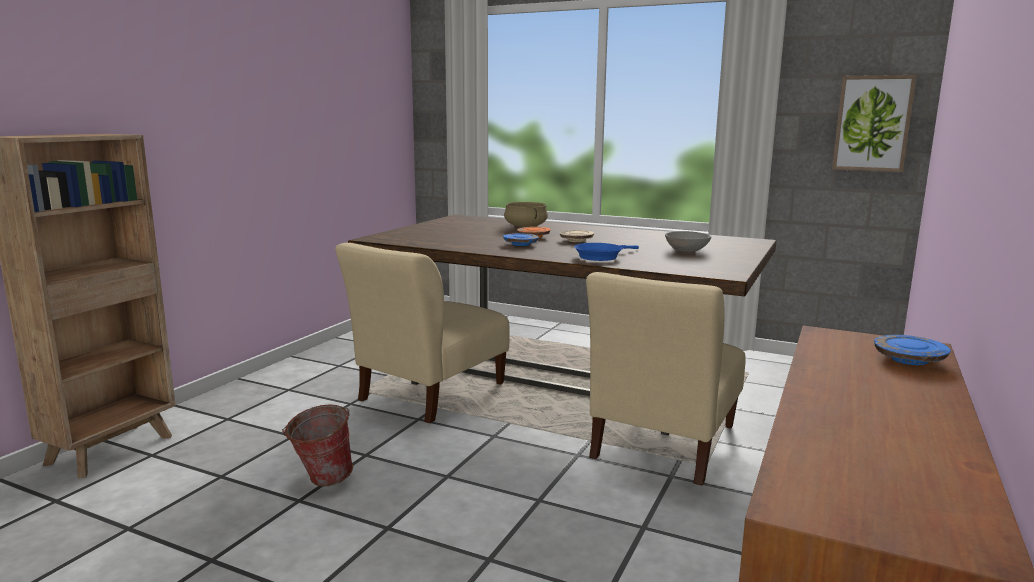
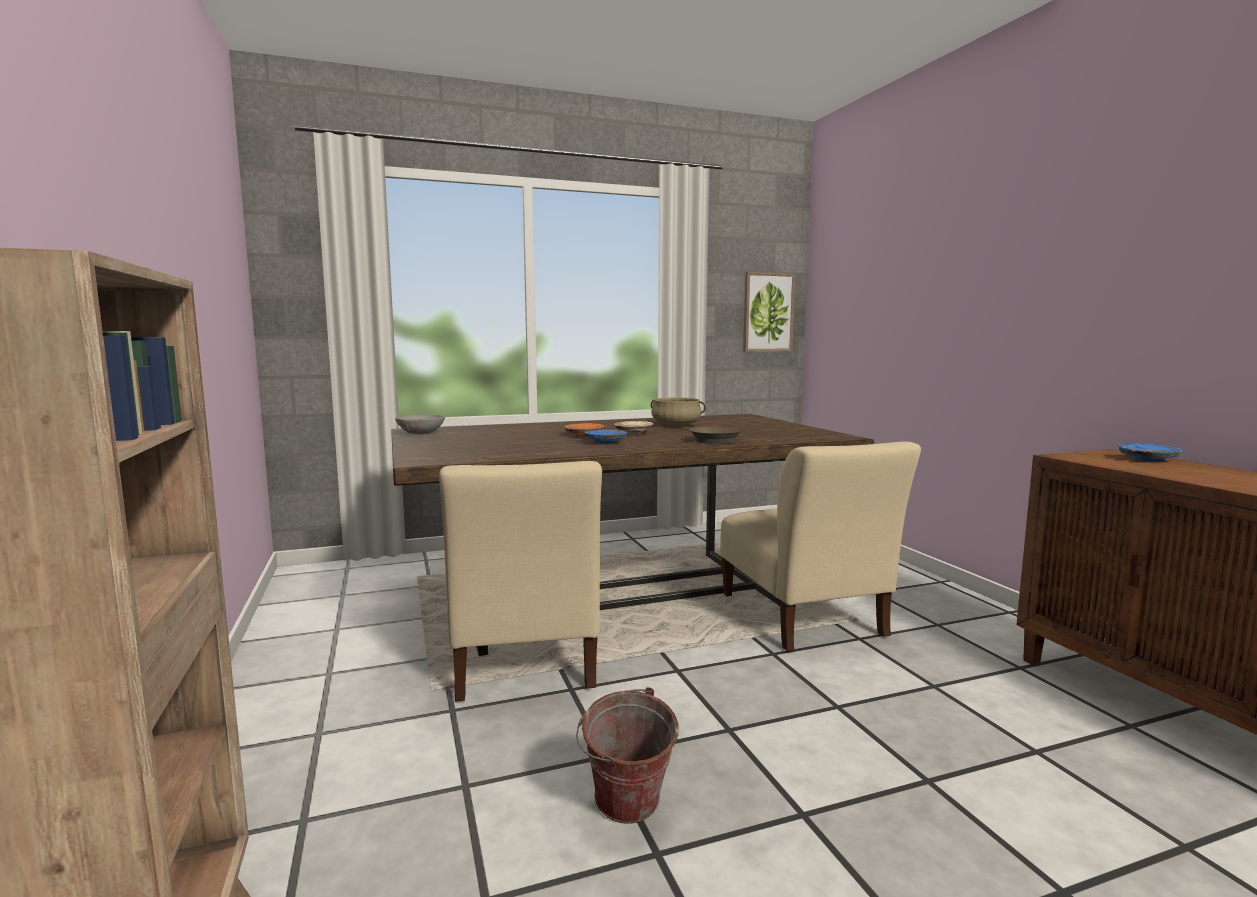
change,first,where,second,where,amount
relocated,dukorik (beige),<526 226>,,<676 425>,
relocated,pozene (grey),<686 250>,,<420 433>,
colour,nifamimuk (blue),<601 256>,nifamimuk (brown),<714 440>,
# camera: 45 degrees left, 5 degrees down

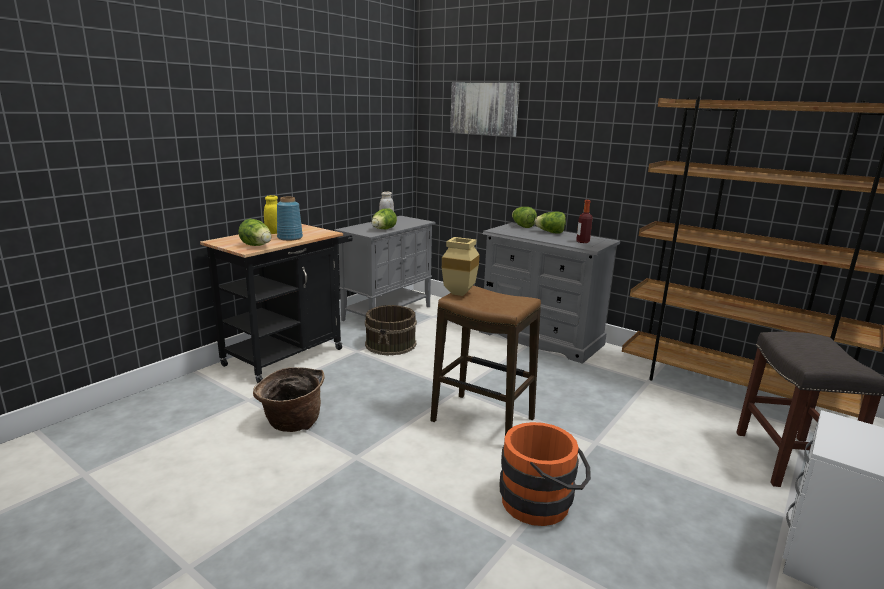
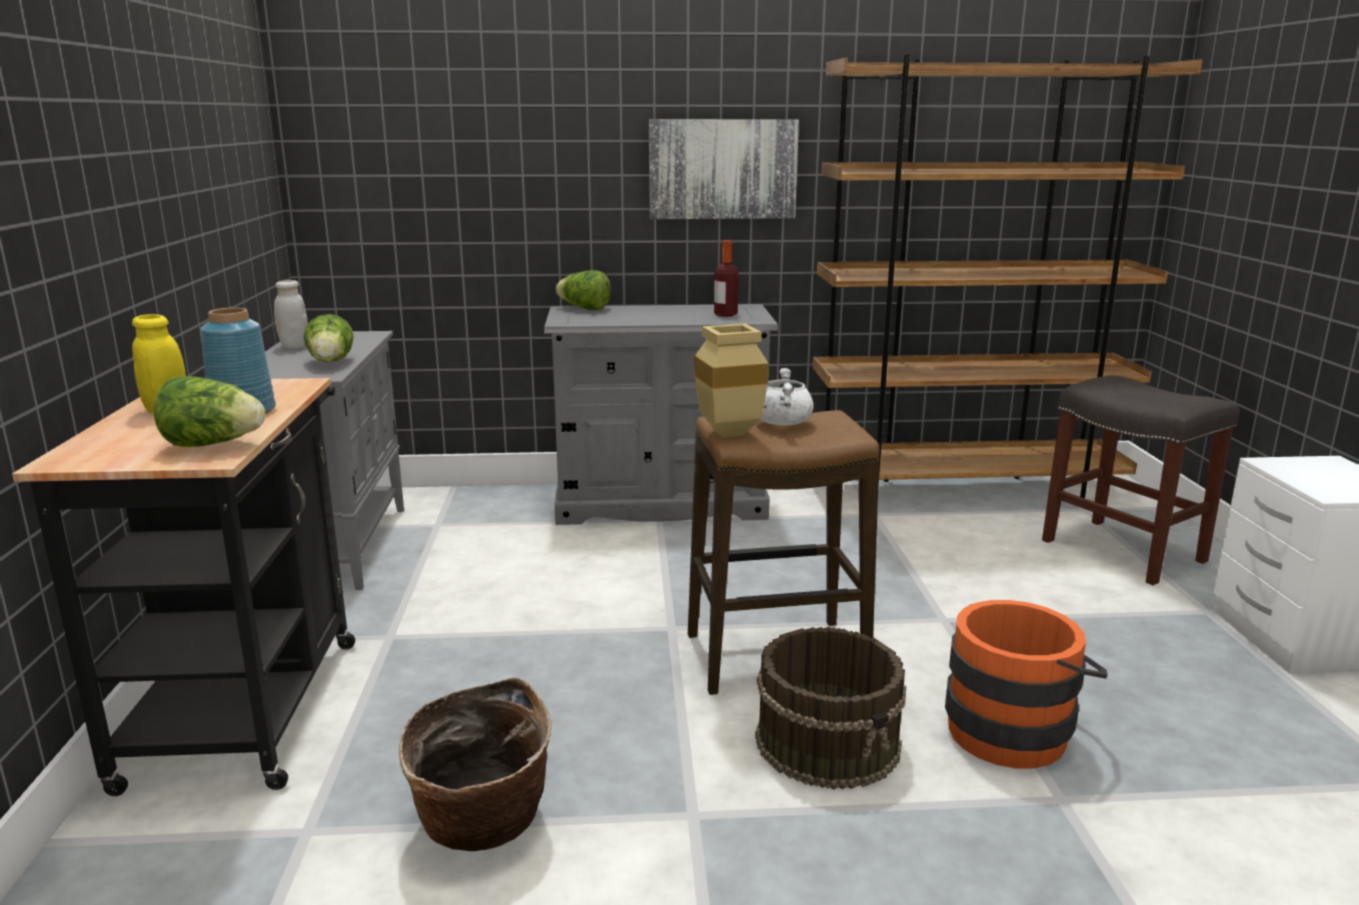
change,first,where,second,where,amount
missing,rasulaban,<550 232>,,,
appeared,,,dukorik (white),<782 422>,
relocated,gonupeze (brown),<391 344>,,<829 742>,
relocated,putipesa,<484 109>,,<722 169>,
# camera: 40 degrees left, 0 degrees up

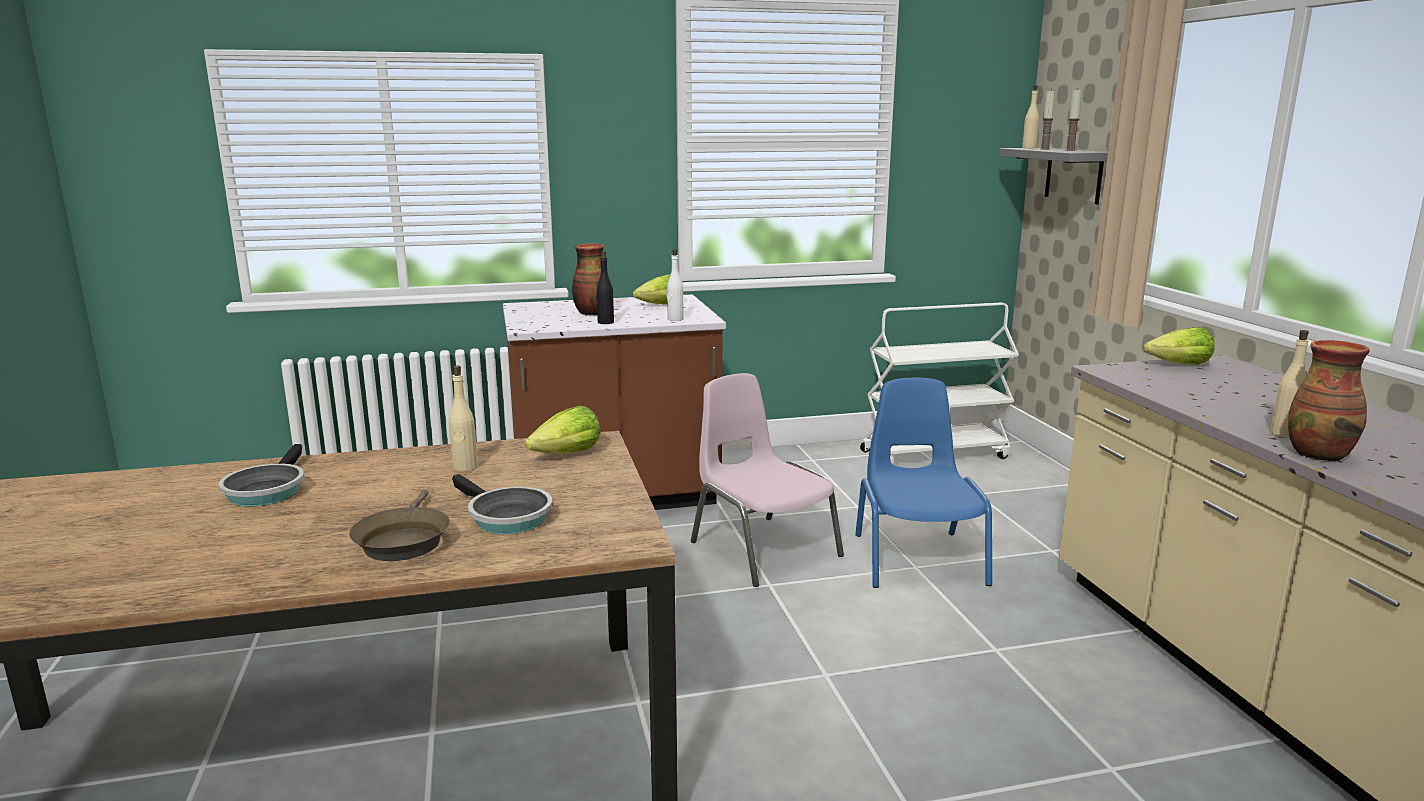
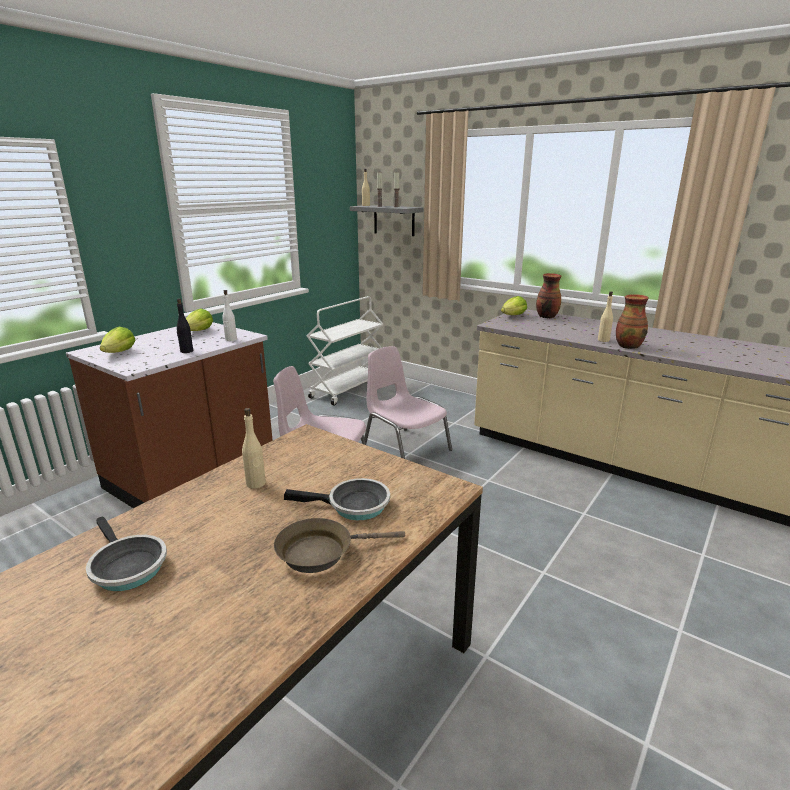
change,first,where,second,where,amount
relocated,rasulaban,<567 454>,,<119 353>,
relocated,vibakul,<591 313>,,<546 316>,
colour,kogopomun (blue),<917 558>,kogopomun (pink),<405 448>,
spun,nifamimuk (brown),<403 541>,,<321 552>,120 degrees clockwise
# camera: 40 degrees left, 5 degrees up

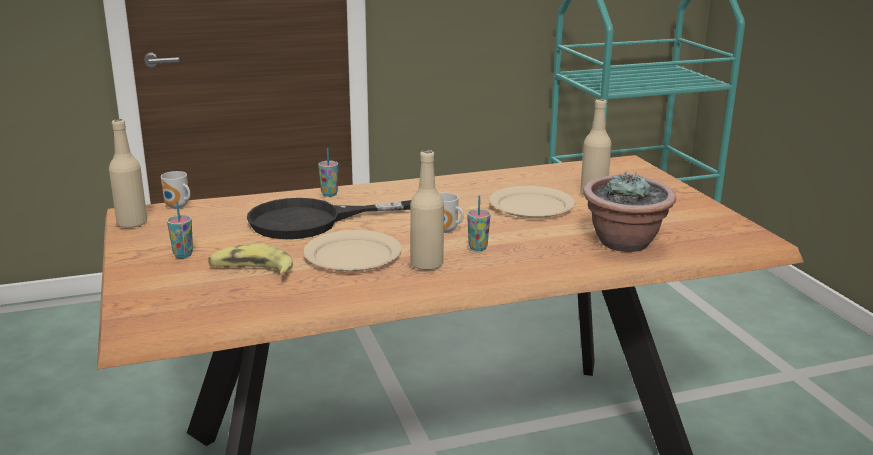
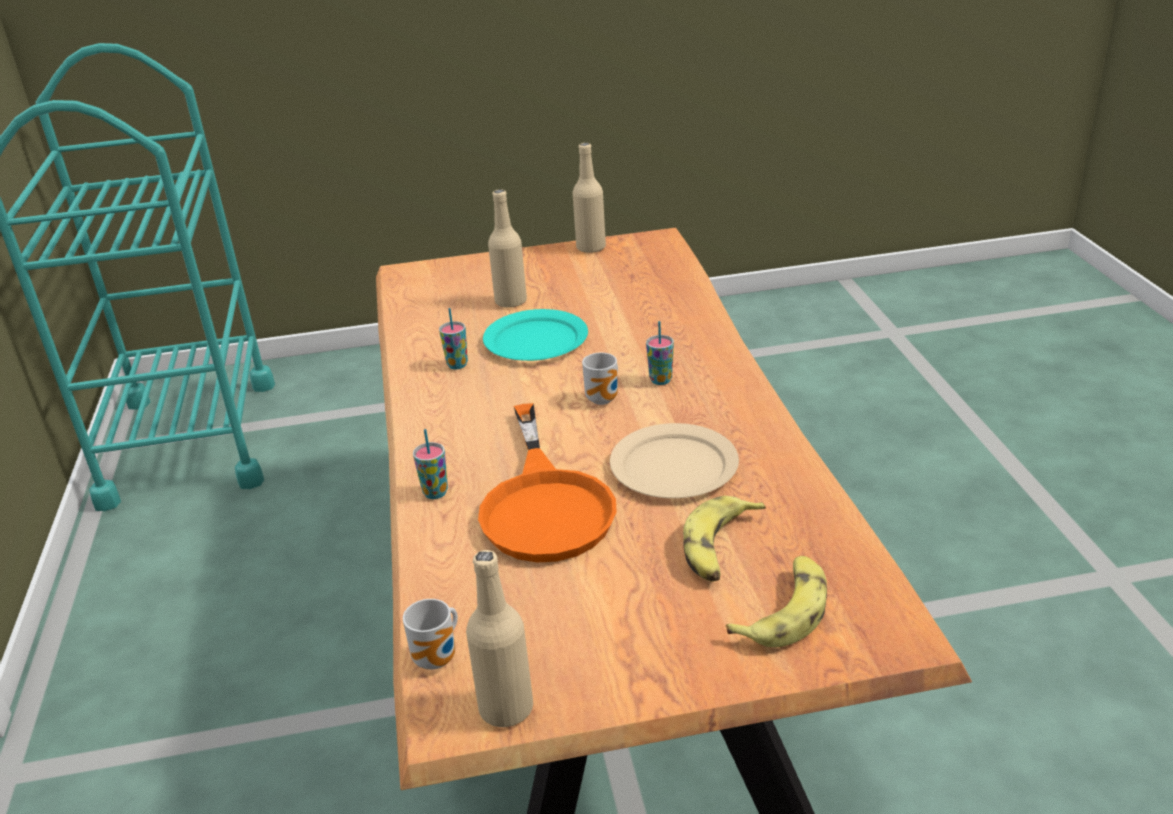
change,first,where,second,where,amount
missing,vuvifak,<625 243>,,,
appeared,,,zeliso,<784 611>,
relocated,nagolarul,<183 255>,,<457 365>,
relocated,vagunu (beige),<427 265>,,<591 248>,
colour,nifamimuk (black),<312 221>,nifamimuk (orange),<545 504>,
colour,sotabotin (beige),<531 206>,sotabotin (turquoise),<535 340>,
# camera: 80 degrees left, 10 degrees up

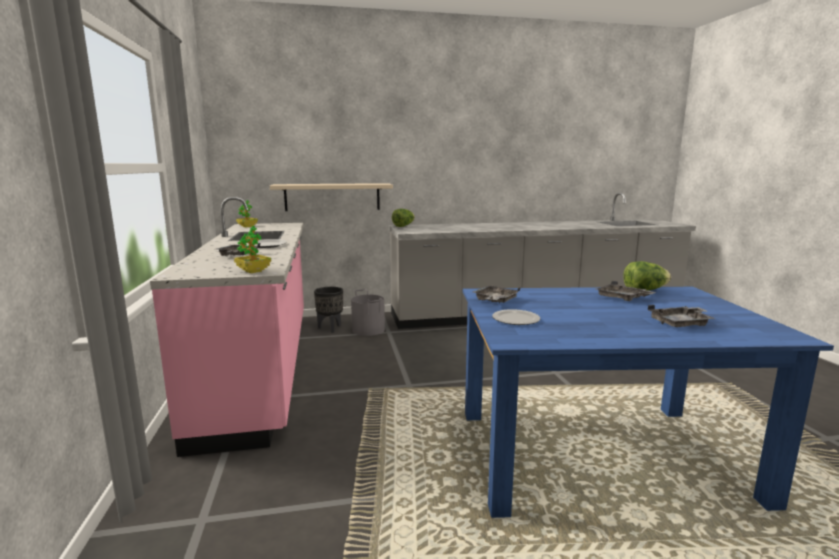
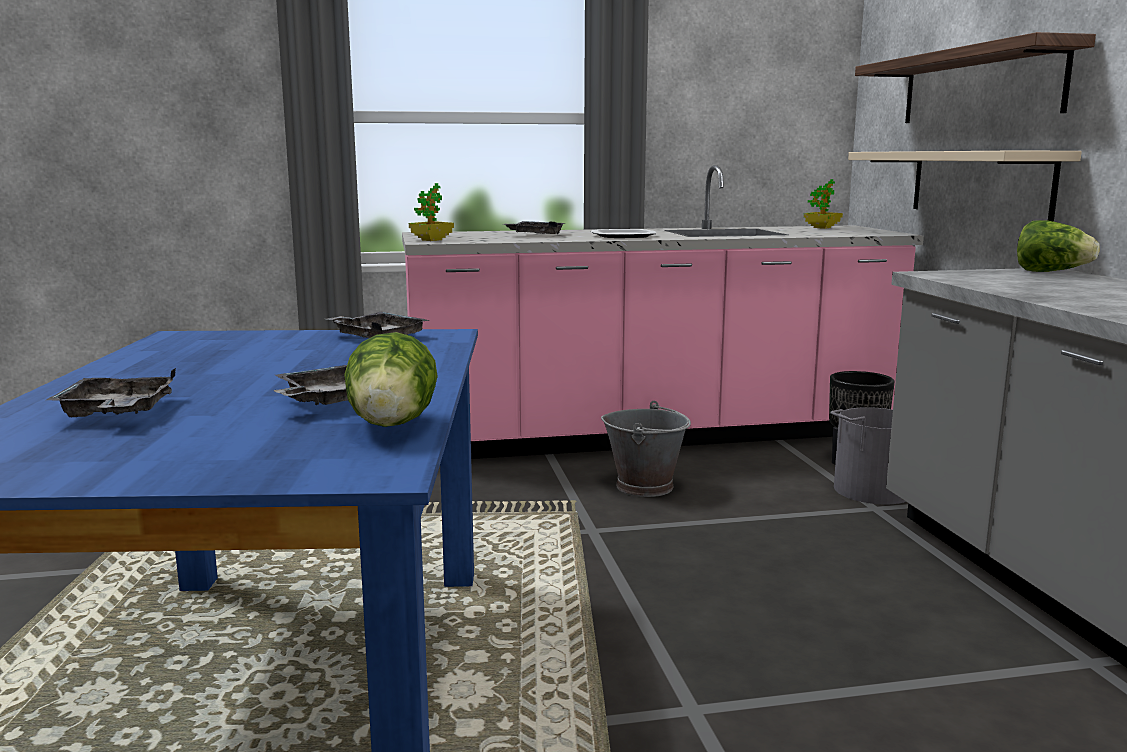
change,first,where,second,where,amount
missing,sotabotin,<516 319>,,,
appeared,,,gonupeze (grey),<645 486>,
appeared,,,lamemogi,<979 86>,
# camera: 90 degrees right, 0 degrees up

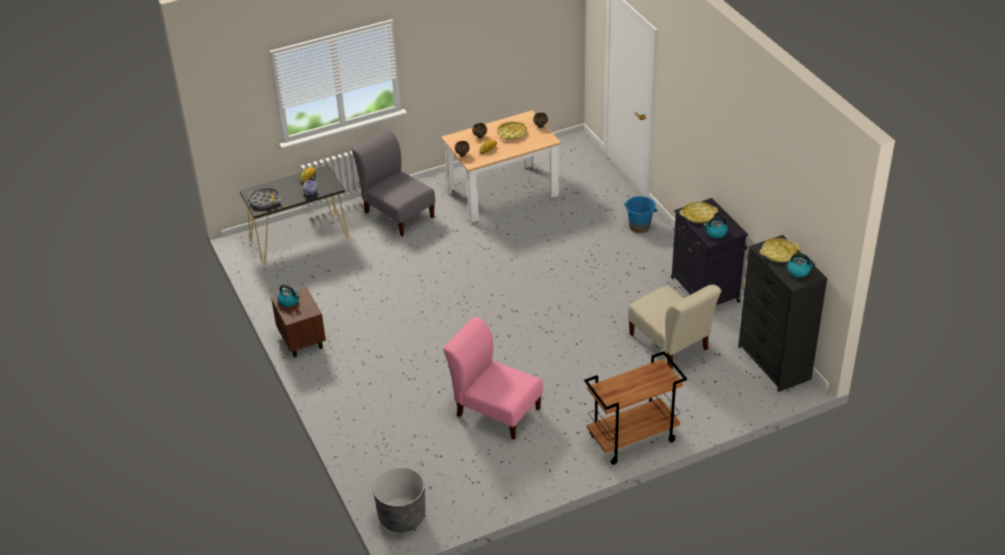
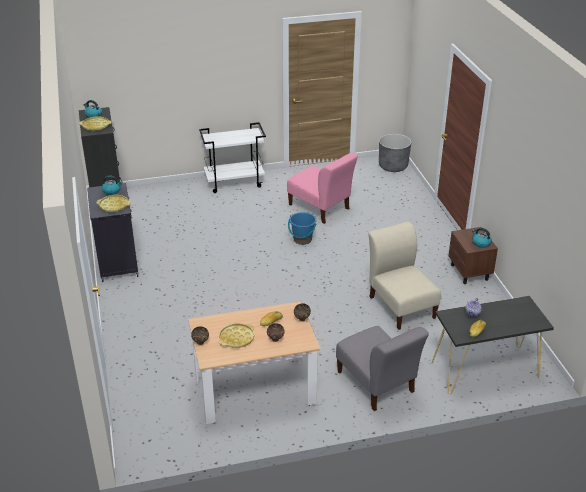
change,first,where,second,where,amount
missing,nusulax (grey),<265 200>,,,
relocated,gonupeze (blue),<639 227>,,<302 240>,
relocated,kogopomun (beige),<670 344>,,<401 305>,
colour,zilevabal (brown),<632 439>,zilevabal (white),<235 182>,
# camera: 170 degrees left, 5 degrees down

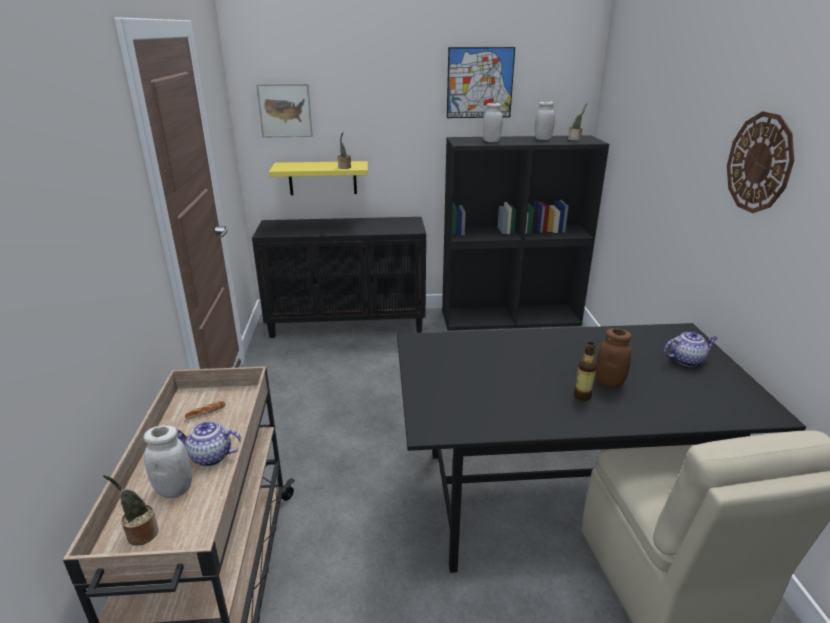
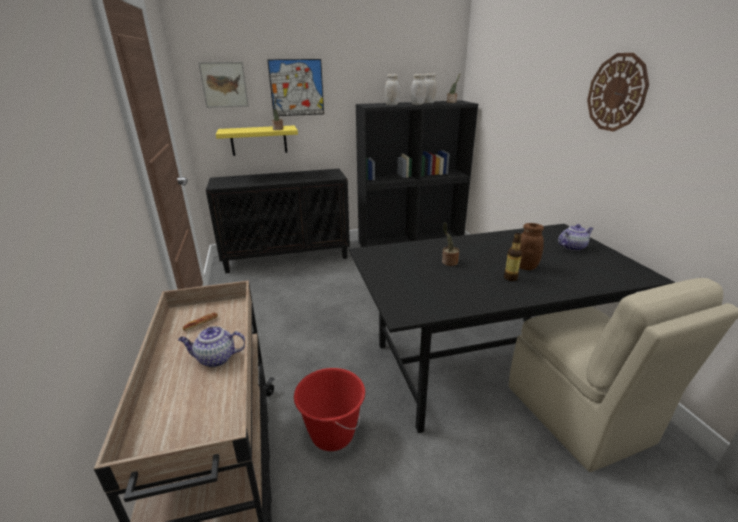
change,first,where,second,where,amount
appeared,,,gonupeze (red),<332 434>,
relocated,vuvifak,<140 534>,,<448 262>,
relocated,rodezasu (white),<174 489>,,<417 104>,
relocated,putipesa,<480 83>,,<296 87>,
# camera: 10 degrees left, 0 degrees up

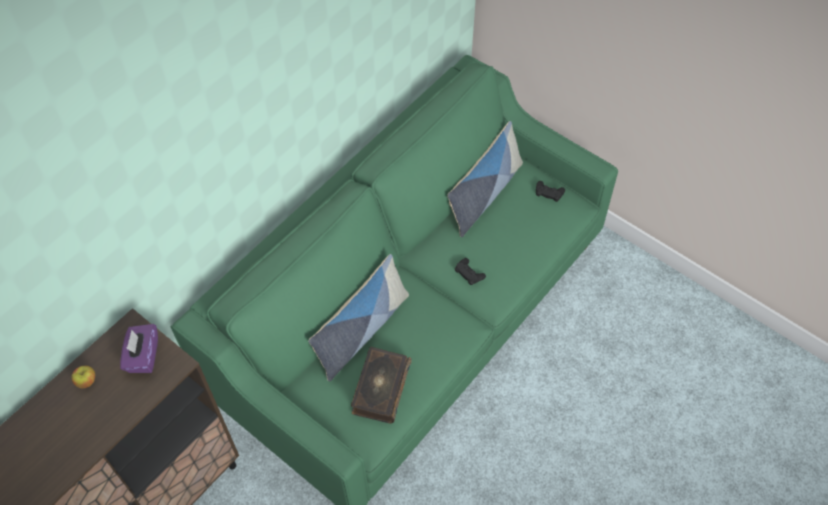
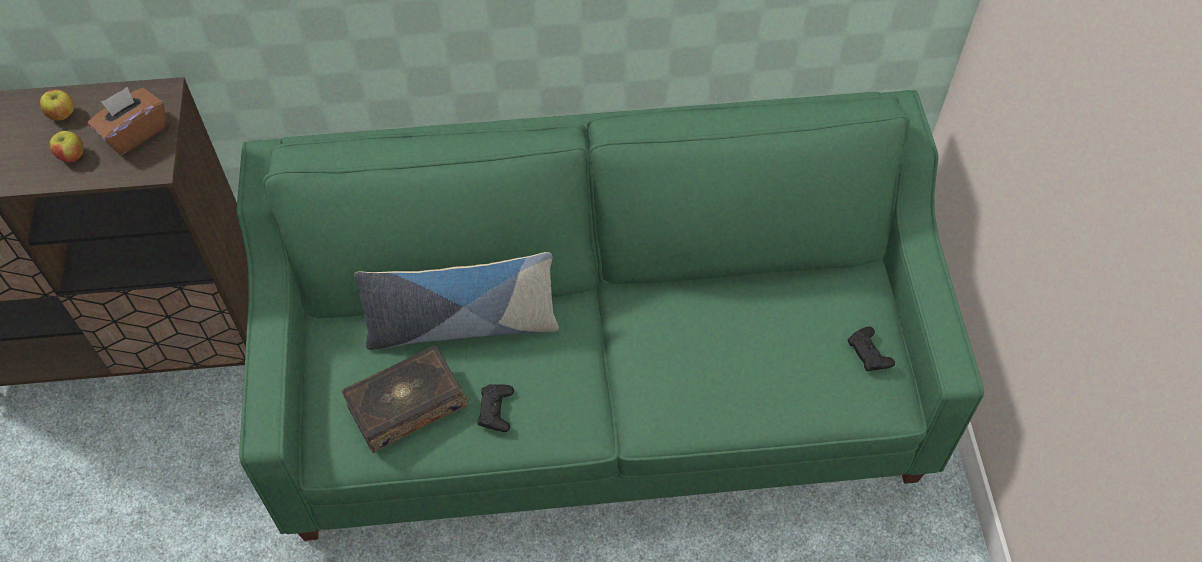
change,first,where,second,where,amount
missing,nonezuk,<484 195>,,,
appeared,,,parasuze,<72 156>,
relocated,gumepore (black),<469 273>,,<496 410>,
colour,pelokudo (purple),<143 356>,pelokudo (brown),<134 132>,
# camera: 45 degrees right, 0 degrees up

